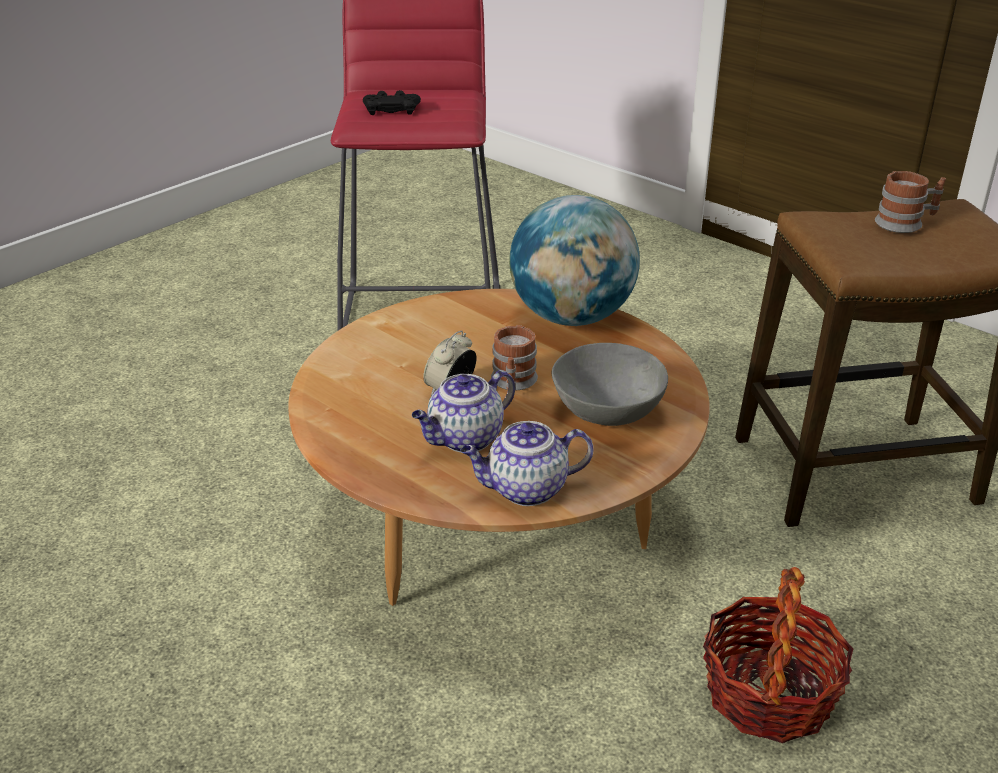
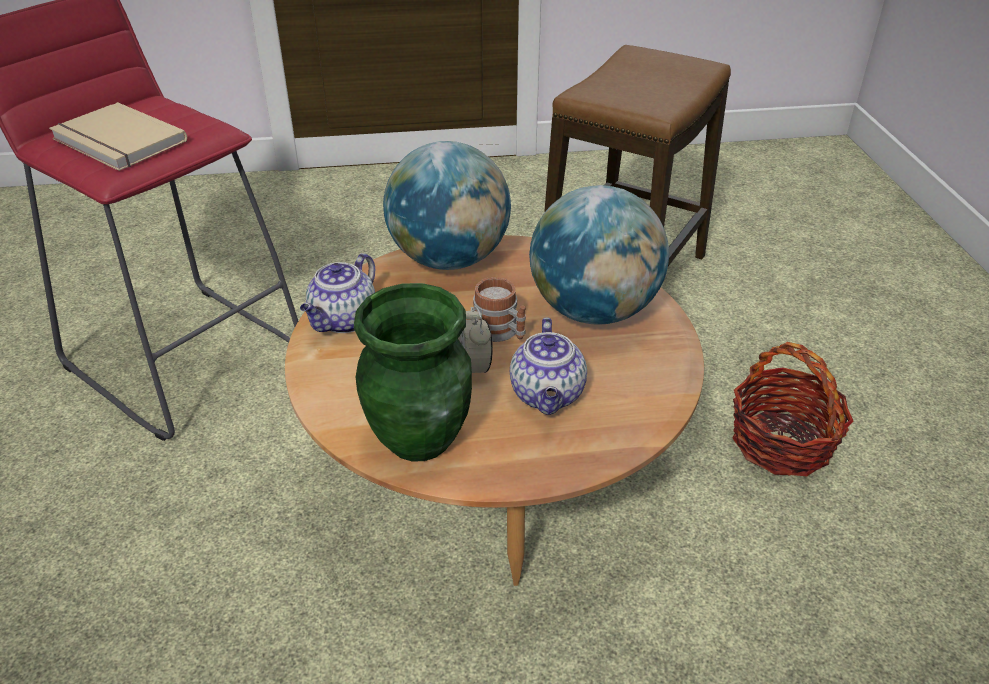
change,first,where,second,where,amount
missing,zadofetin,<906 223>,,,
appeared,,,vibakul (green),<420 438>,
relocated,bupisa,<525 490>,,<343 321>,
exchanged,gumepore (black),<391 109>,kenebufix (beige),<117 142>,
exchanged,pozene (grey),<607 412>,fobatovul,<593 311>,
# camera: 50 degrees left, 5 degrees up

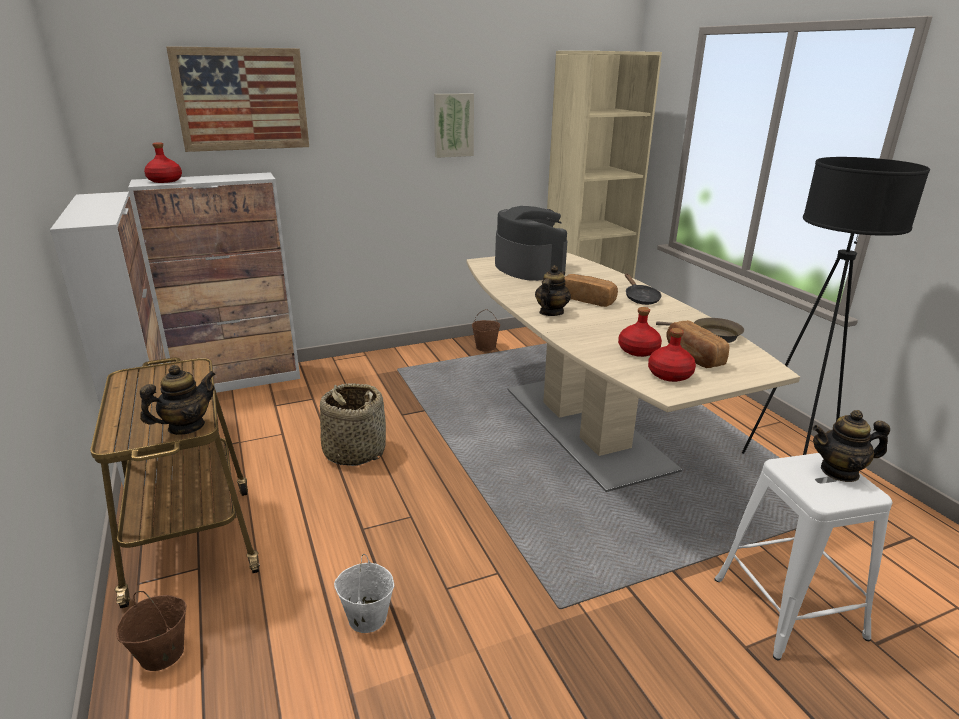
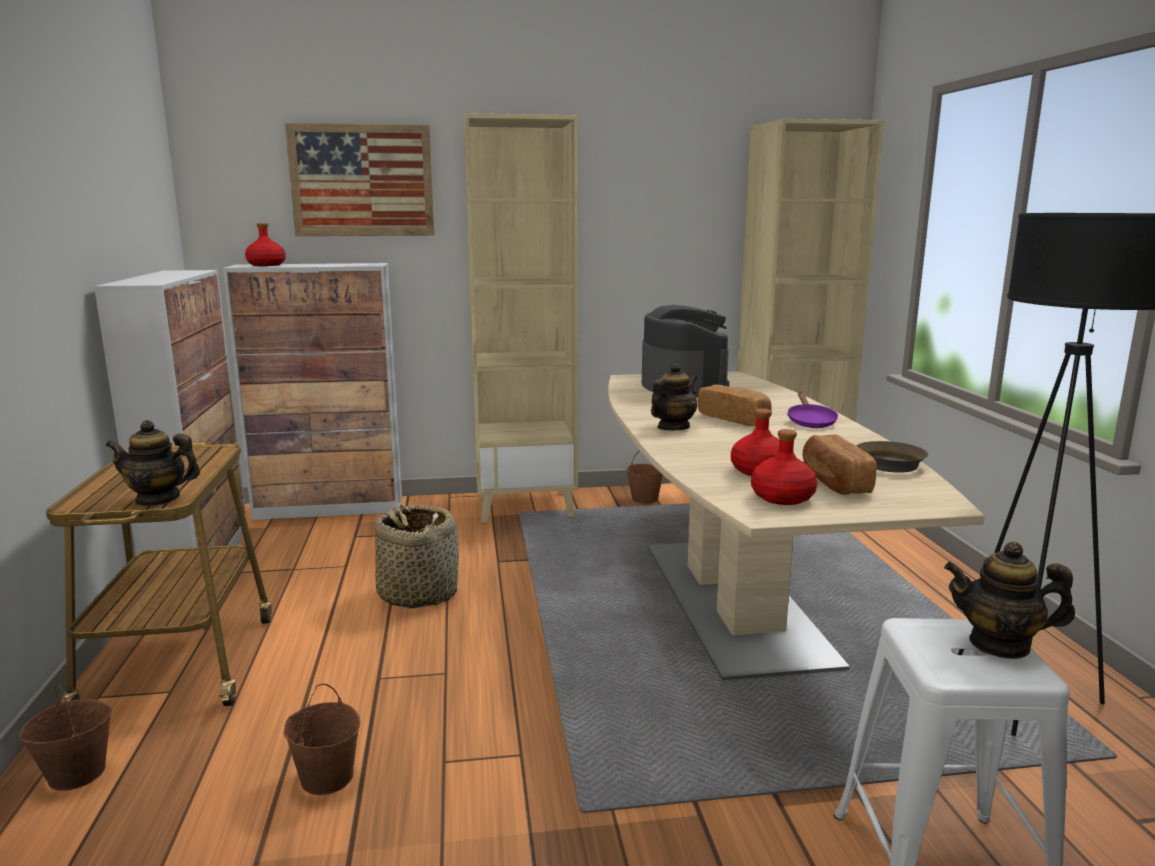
change,first,where,second,where,amount
missing,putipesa,<453 125>,,,
appeared,,,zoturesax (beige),<526 506>,
colour,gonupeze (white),<366 617>,gonupeze (brown),<326 777>,
colour,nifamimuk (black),<640 298>,nifamimuk (purple),<810 421>,
spun,bupisa,<186 427>,,<158 499>,150 degrees counterclockwise
# camera: 15 degrees right, 10 degrees down

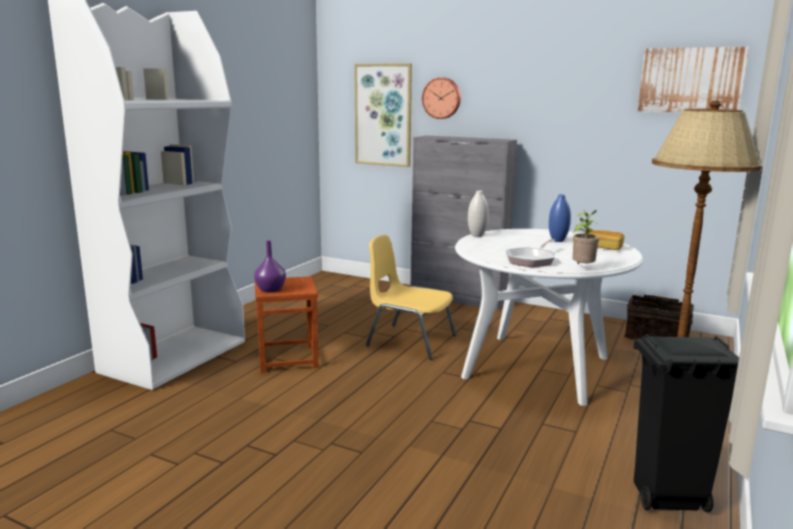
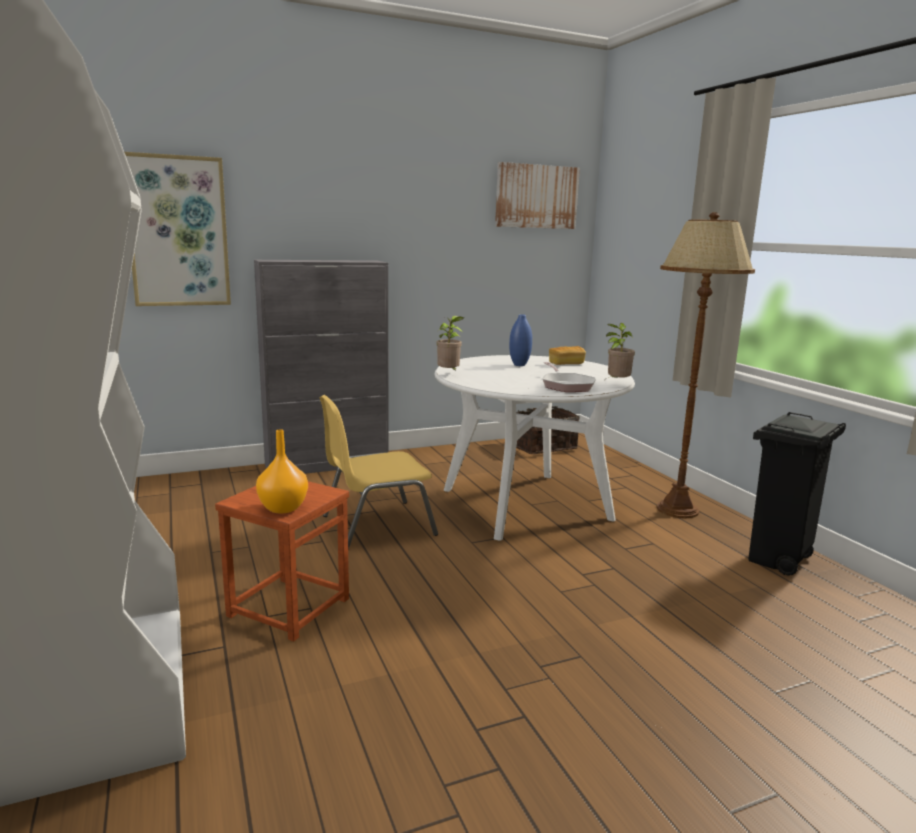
change,first,where,second,where,amount
missing,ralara,<442 98>,,,
exchanged,vibakul (white),<477 236>,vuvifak,<449 374>,
colour,vibakul (purple),<271 290>,vibakul (orange),<283 507>,
# camera: 50 degrees left, 0 degrees up

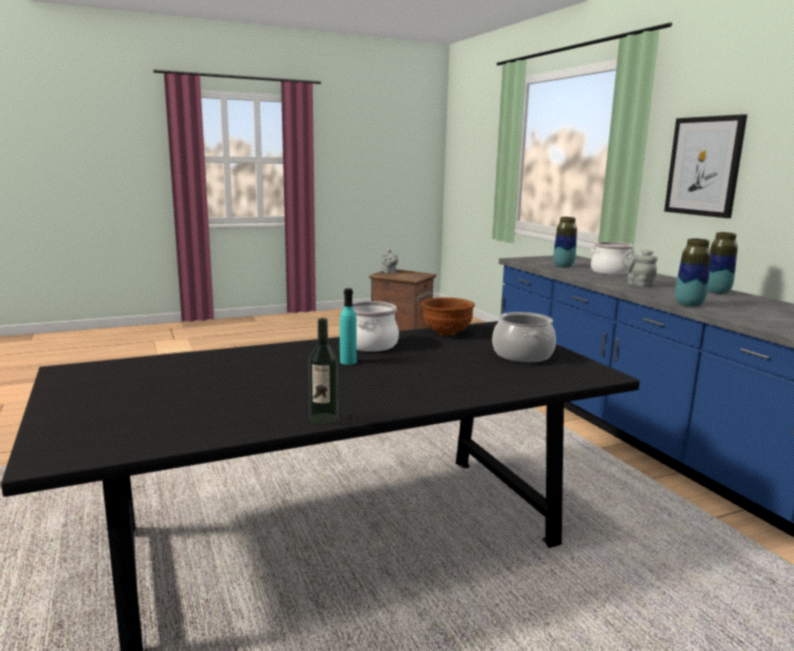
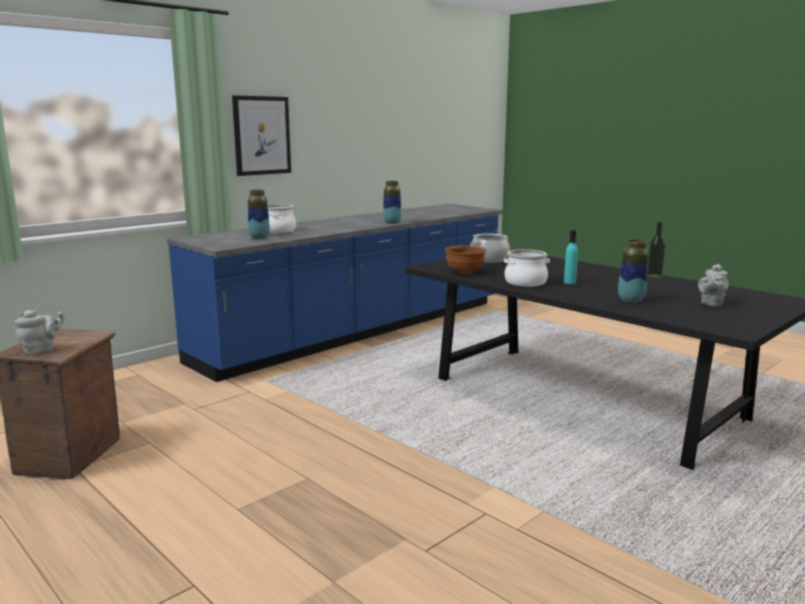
change,first,where,second,where,amount
relocated,bupisa (grey),<638 284>,,<711 303>,
relocated,vibakul,<717 292>,,<631 300>,
# camera: 110 degrees left, 0 degrees up

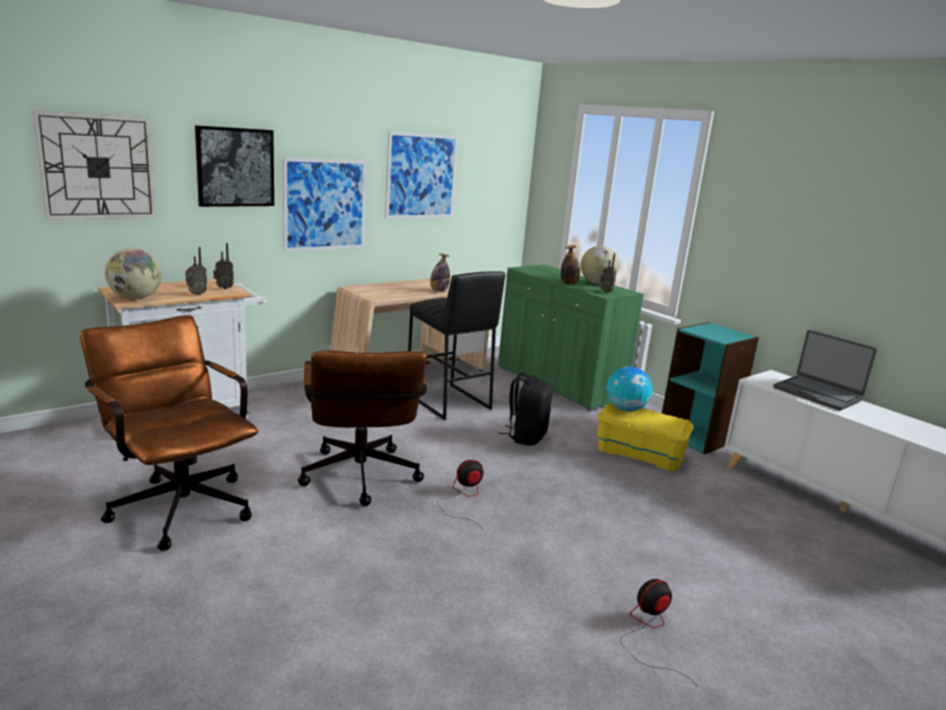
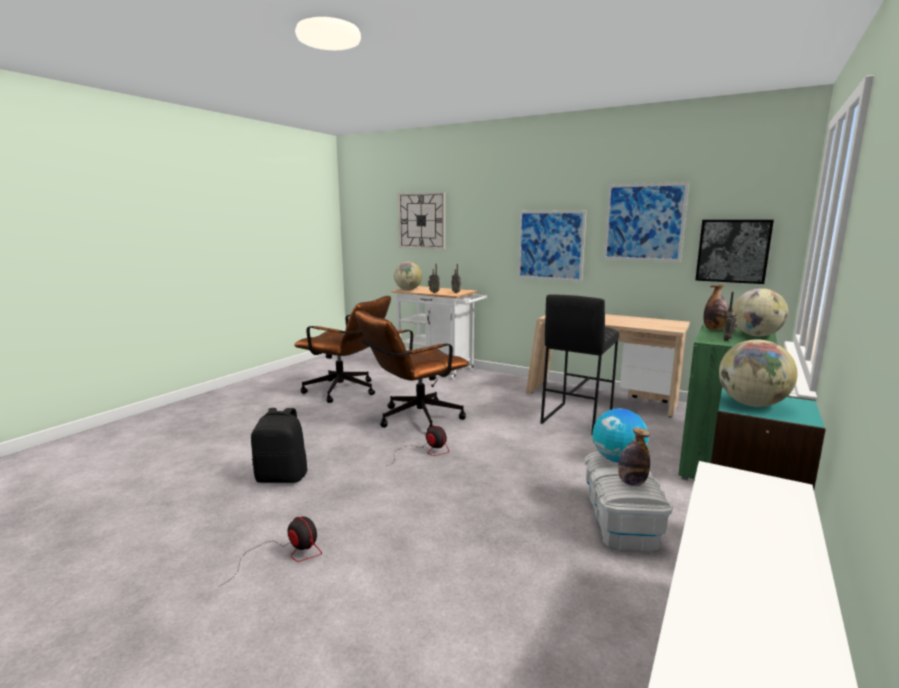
change,first,where,second,where,amount
missing,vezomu,<817 394>,,,
appeared,,,fobatovul,<751 404>,
relocated,putipesa,<235 167>,,<732 251>,
relocated,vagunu,<439 291>,,<631 483>,
relocated,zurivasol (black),<526 437>,,<282 477>,
colour,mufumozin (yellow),<639 453>,mufumozin (white),<620 519>,
spun,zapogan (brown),<178 503>,,<347 391>,90 degrees clockwise
# camera: 70 degrees right, 5 degrees down

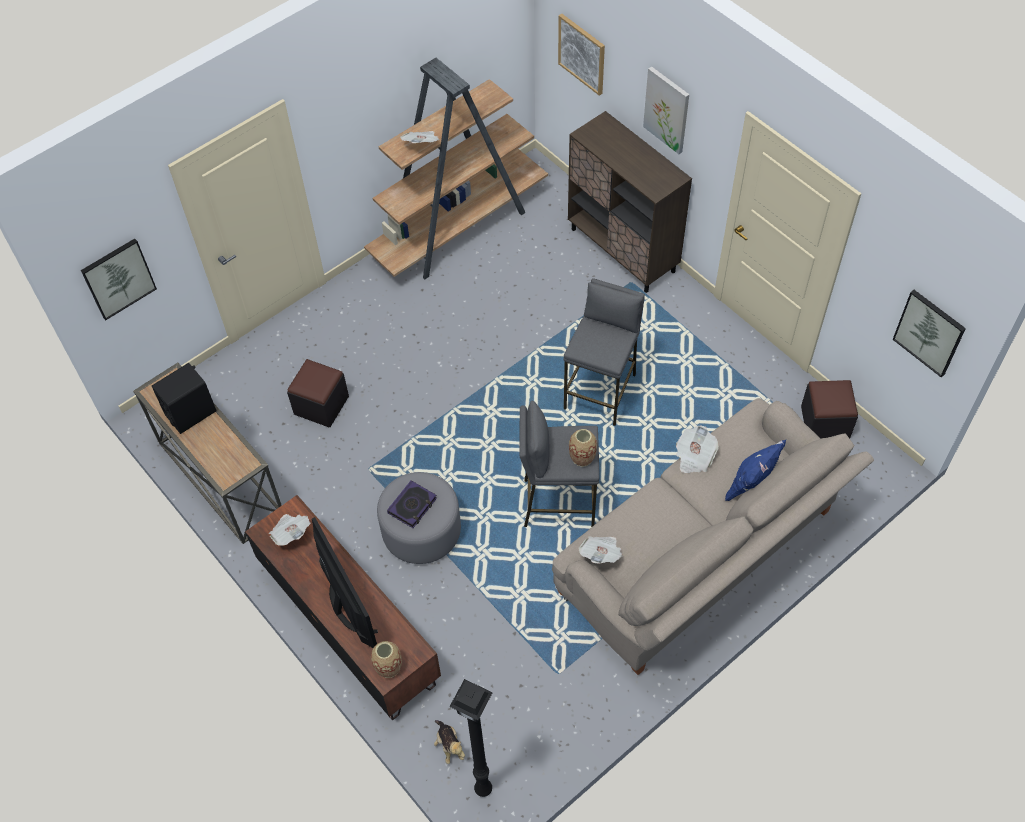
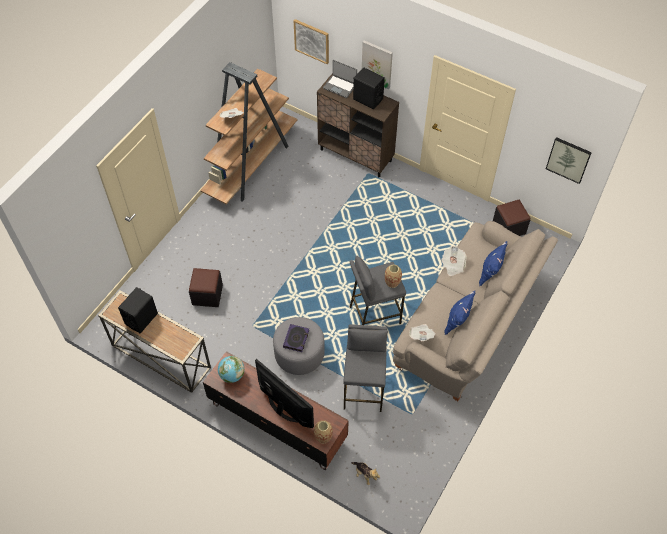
change,first,where,second,where,amount
missing,putipesa,<118 278>,,,
missing,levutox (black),<481 789>,,,
appeared,,,vezomu,<340 86>,
appeared,,,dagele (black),<367 99>,
appeared,,,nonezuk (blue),<457 321>,
relocated,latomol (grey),<601 392>,,<364 389>,
exchanged,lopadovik,<291 533>,fobatovul,<232 375>,
# camera: 20 degrees left, 0 degrees up

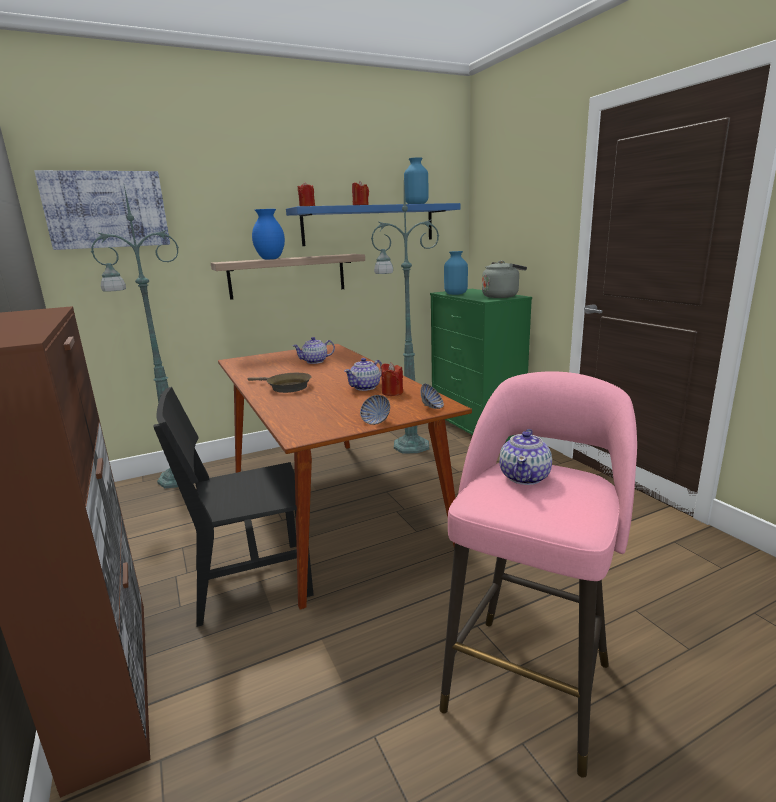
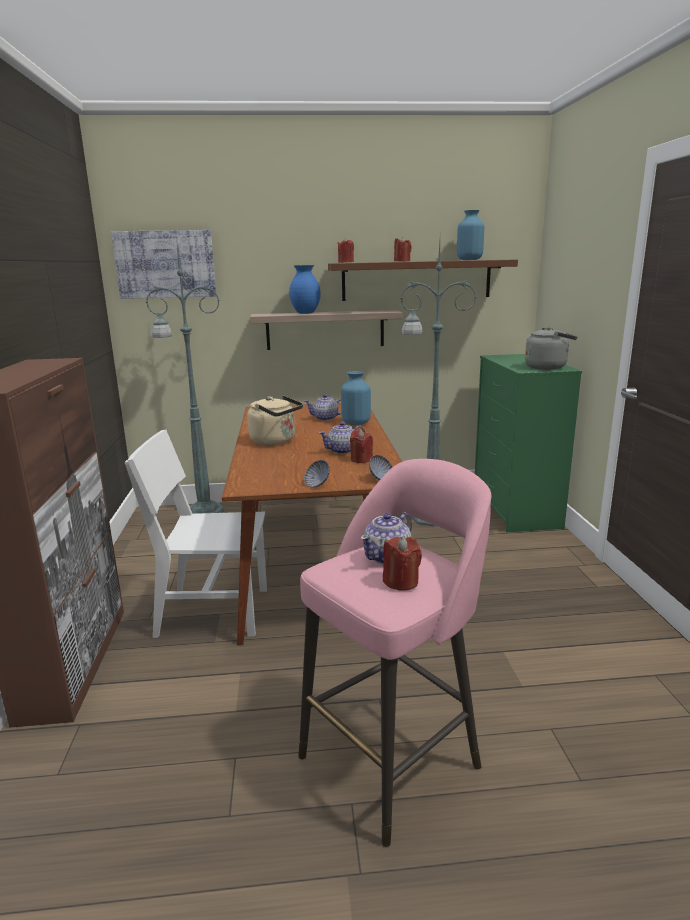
change,first,where,second,where,amount
appeared,,,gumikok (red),<401 581>,
relocated,vibakul (blue),<456 294>,,<356 423>,
exchanged,nifamimuk (brown),<286 387>,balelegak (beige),<275 441>,
colour,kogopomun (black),<251 580>,kogopomun (white),<213 611>,
colour,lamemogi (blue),<369 224>,lamemogi (brown),<416 280>,
# camera: 20 degrees right, 0 degrees up

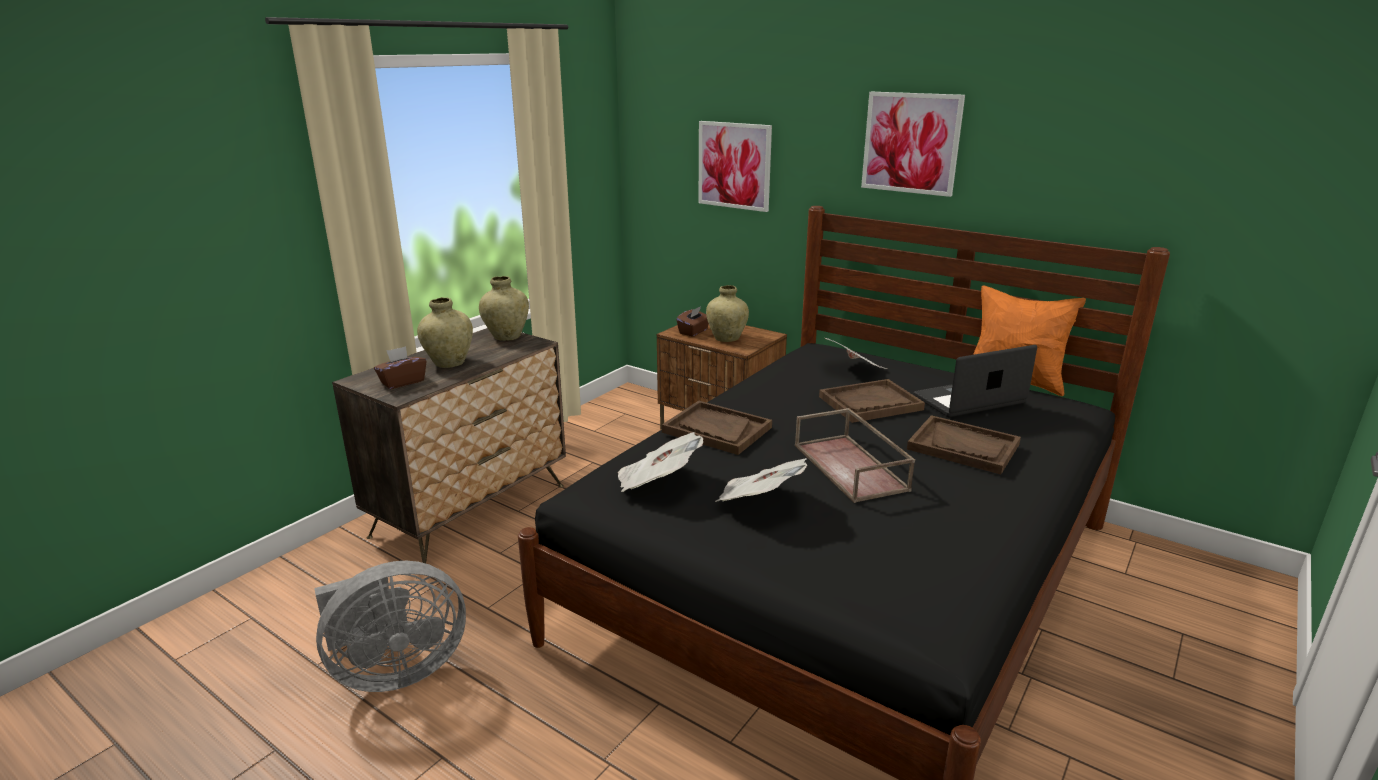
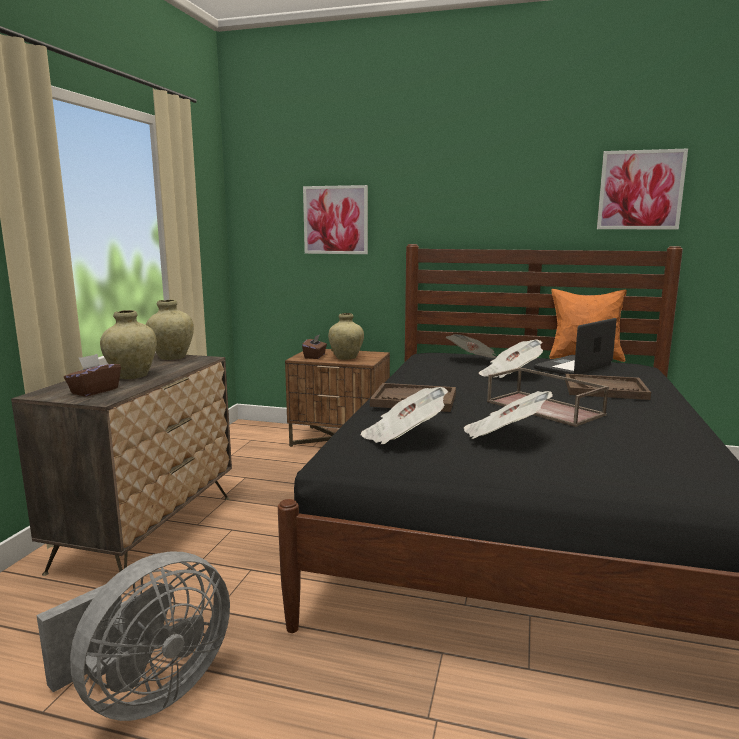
change,first,where,second,where,amount
relocated,putipesa,<911 143>,,<640 190>,
exchanged,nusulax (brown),<870 403>,lopadovik,<509 375>,
# camera: 20 degrees left, 10 degrees down

